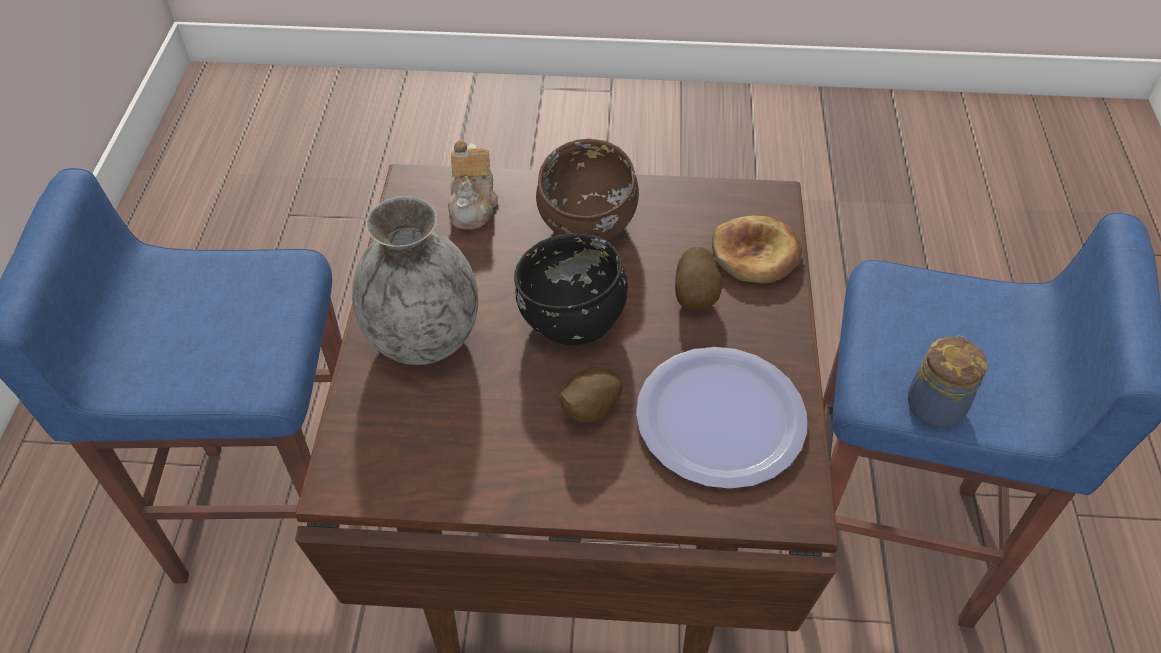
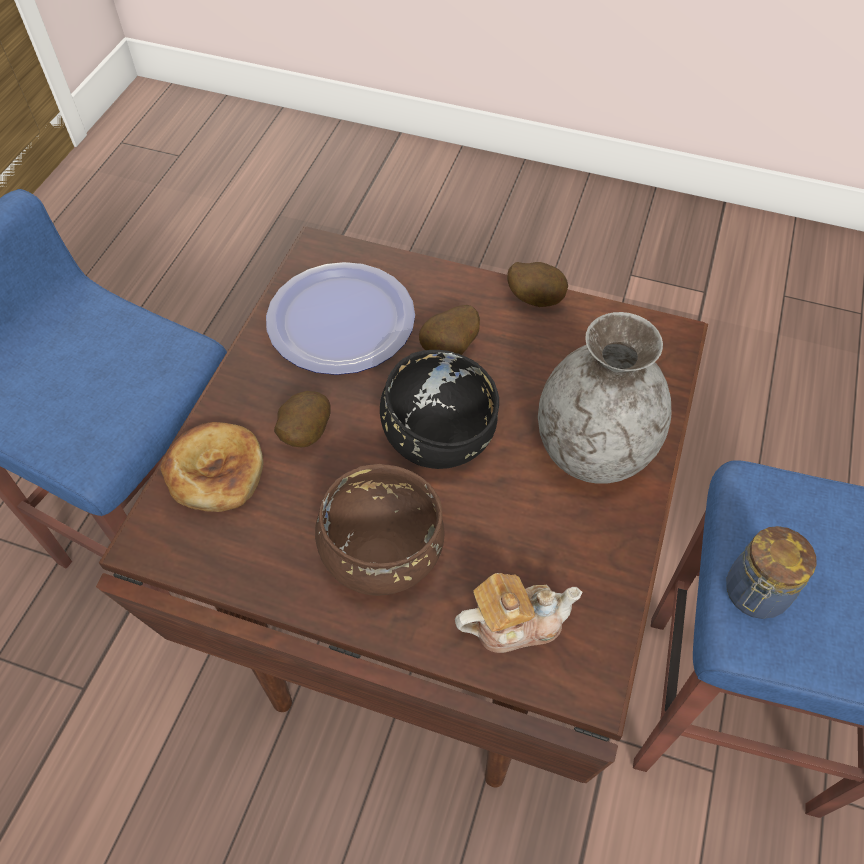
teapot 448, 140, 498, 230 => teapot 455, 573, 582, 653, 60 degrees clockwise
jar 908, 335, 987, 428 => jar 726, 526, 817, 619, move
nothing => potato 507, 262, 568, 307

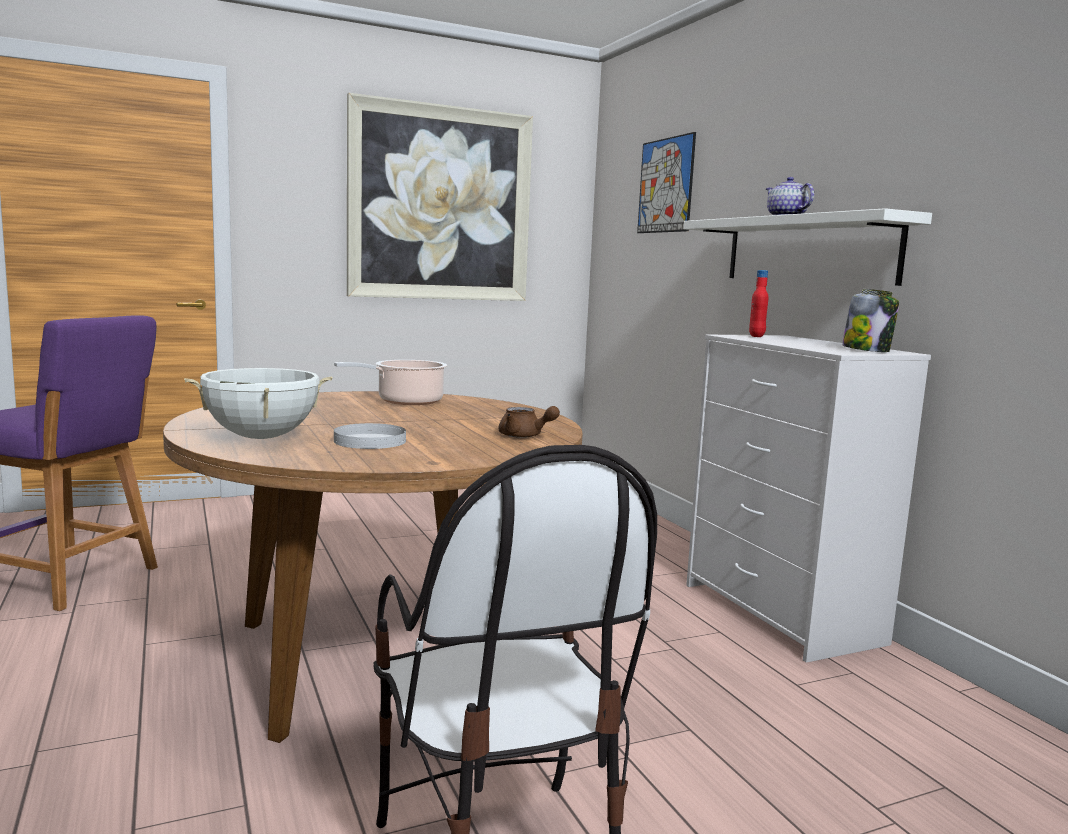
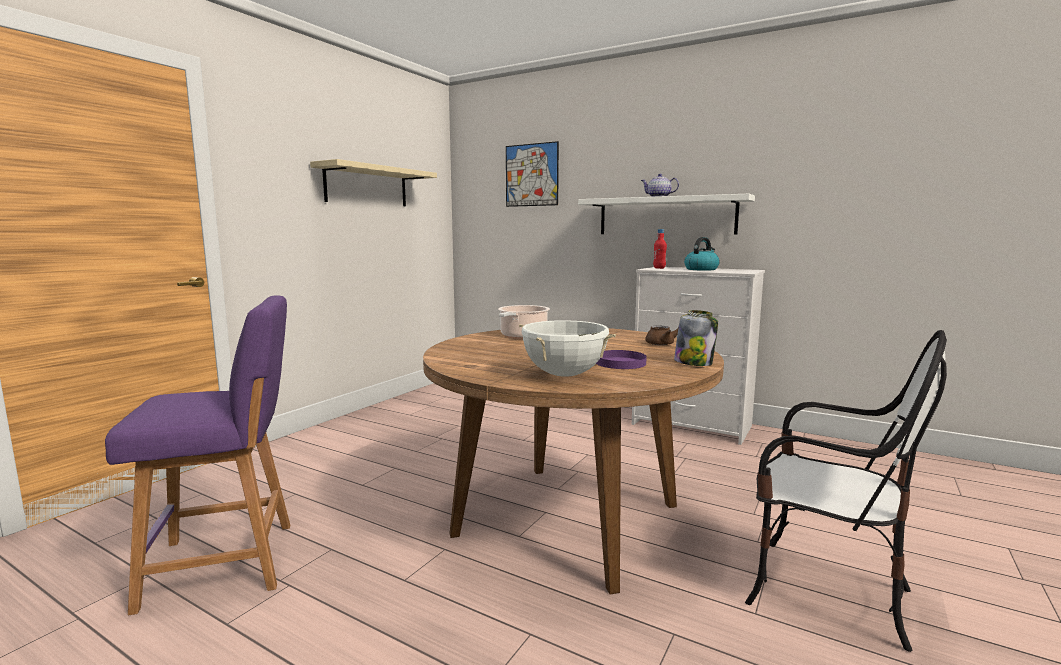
picture 347, 93, 533, 301 => beige shelf 310, 159, 437, 206
jar 842, 289, 899, 352 => jar 674, 310, 718, 366, move
white plate 334, 423, 406, 449 => purple plate 596, 350, 647, 369
nothing => kettle 684, 237, 720, 271

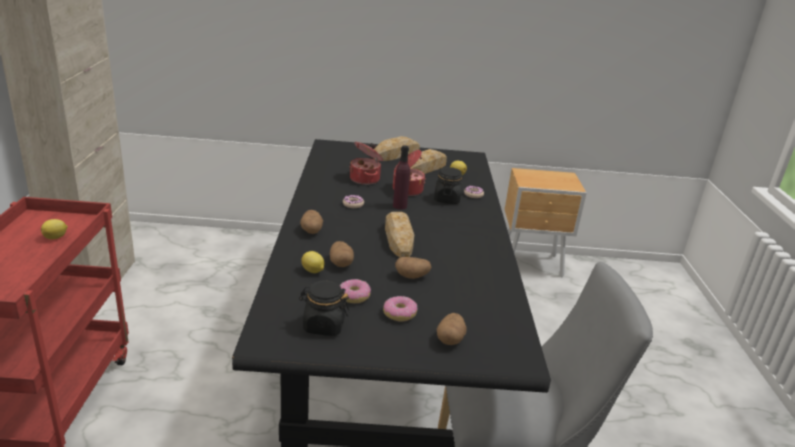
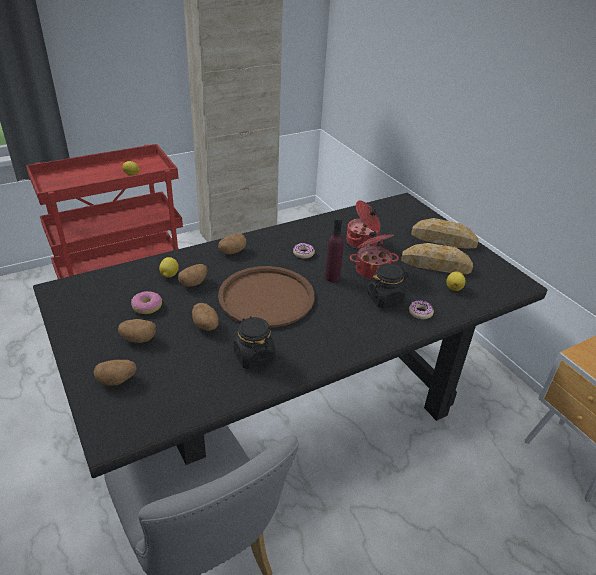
bread 385, 212, 414, 258 => brown tray 218, 266, 315, 328
black jar 299, 280, 350, 336 => black jar 234, 316, 275, 370, move
donut 383, 296, 417, 321 => potato 118, 319, 156, 343

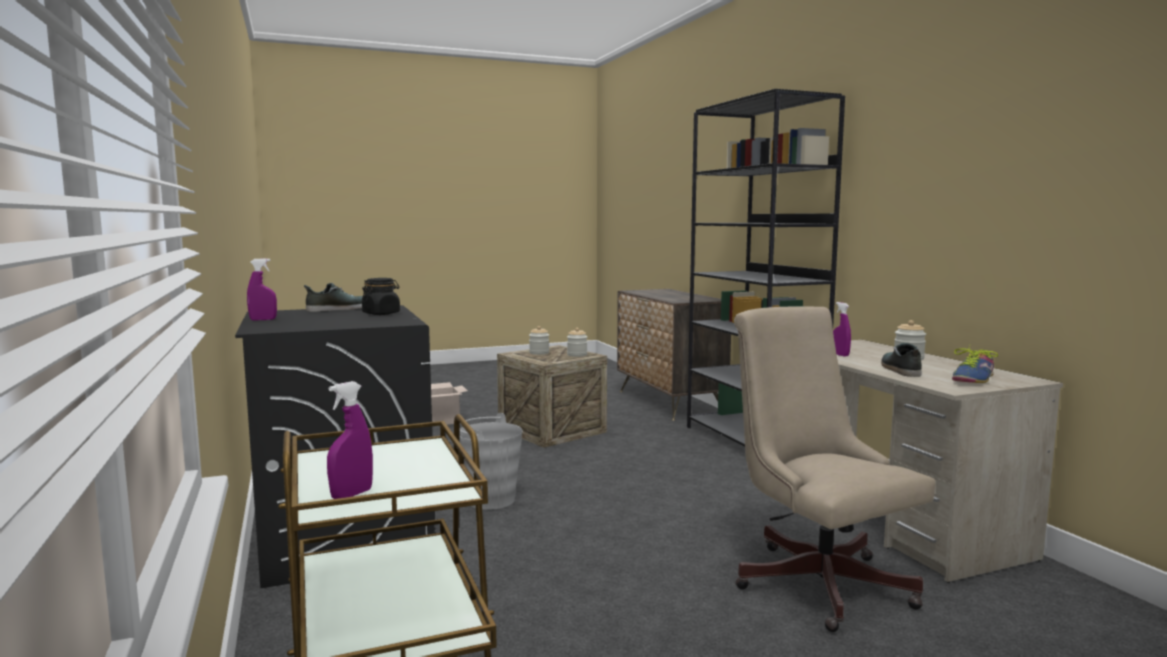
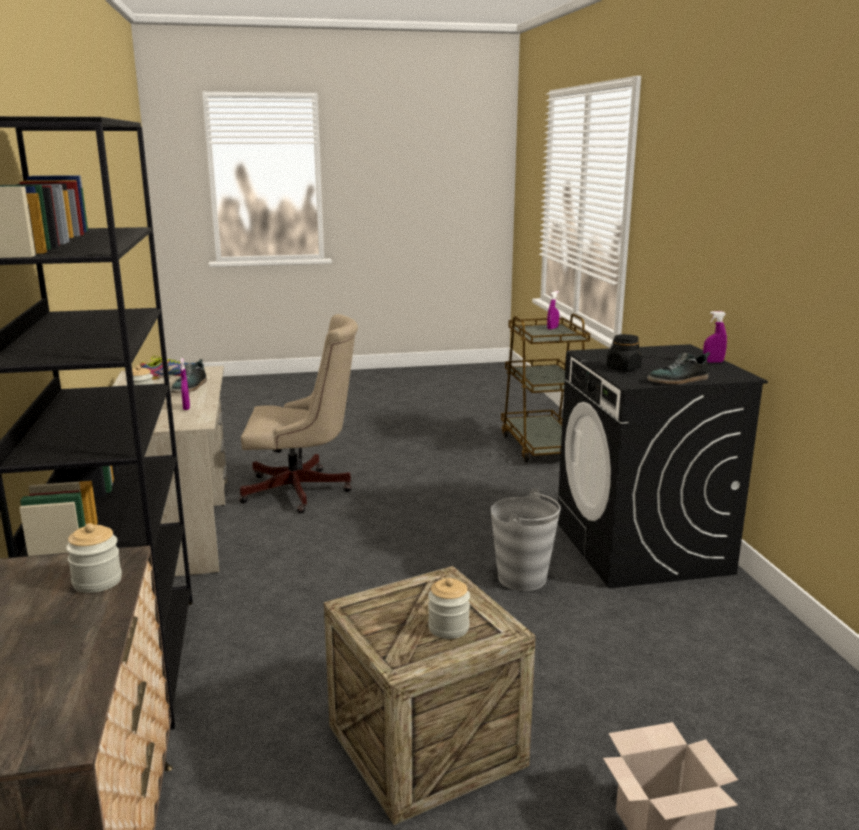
beige office chair 734, 306, 936, 632 => beige office chair 239, 314, 358, 513, 75 degrees counterclockwise
jar 567, 328, 587, 357 => jar 66, 523, 122, 593, move

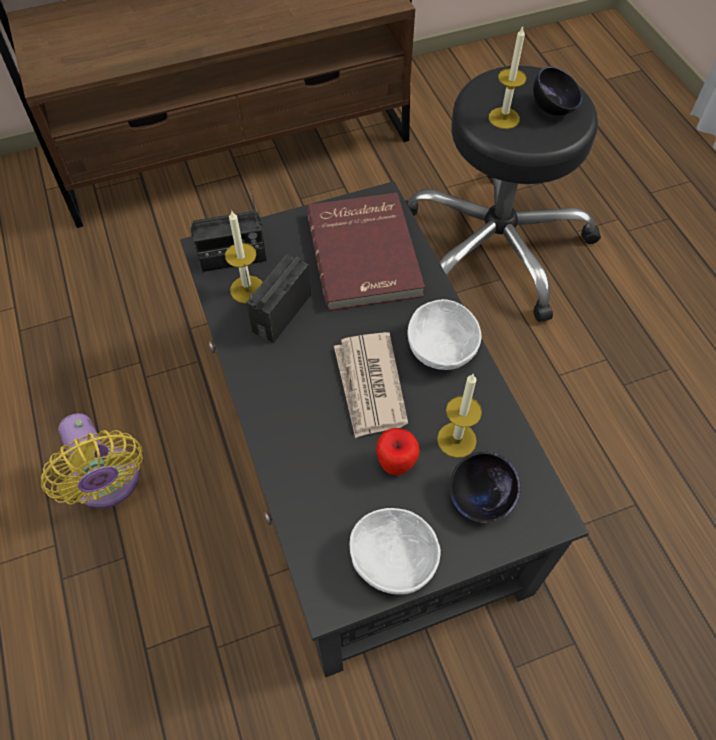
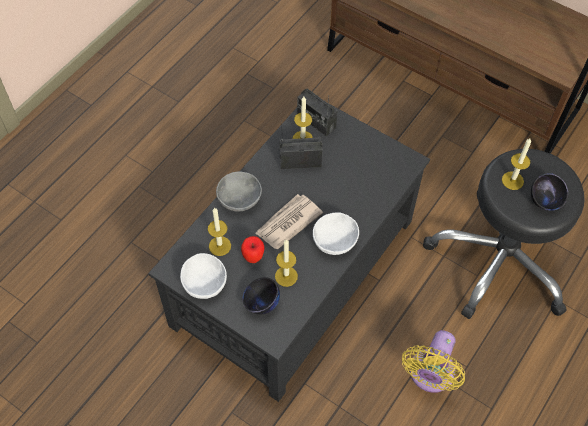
red book 306, 193, 425, 311 => nothing
yellow fan 41, 413, 143, 508 => yellow fan 402, 330, 465, 393, move
nothing => grey bowl 216, 171, 262, 212
nothing => candle 208, 207, 231, 256

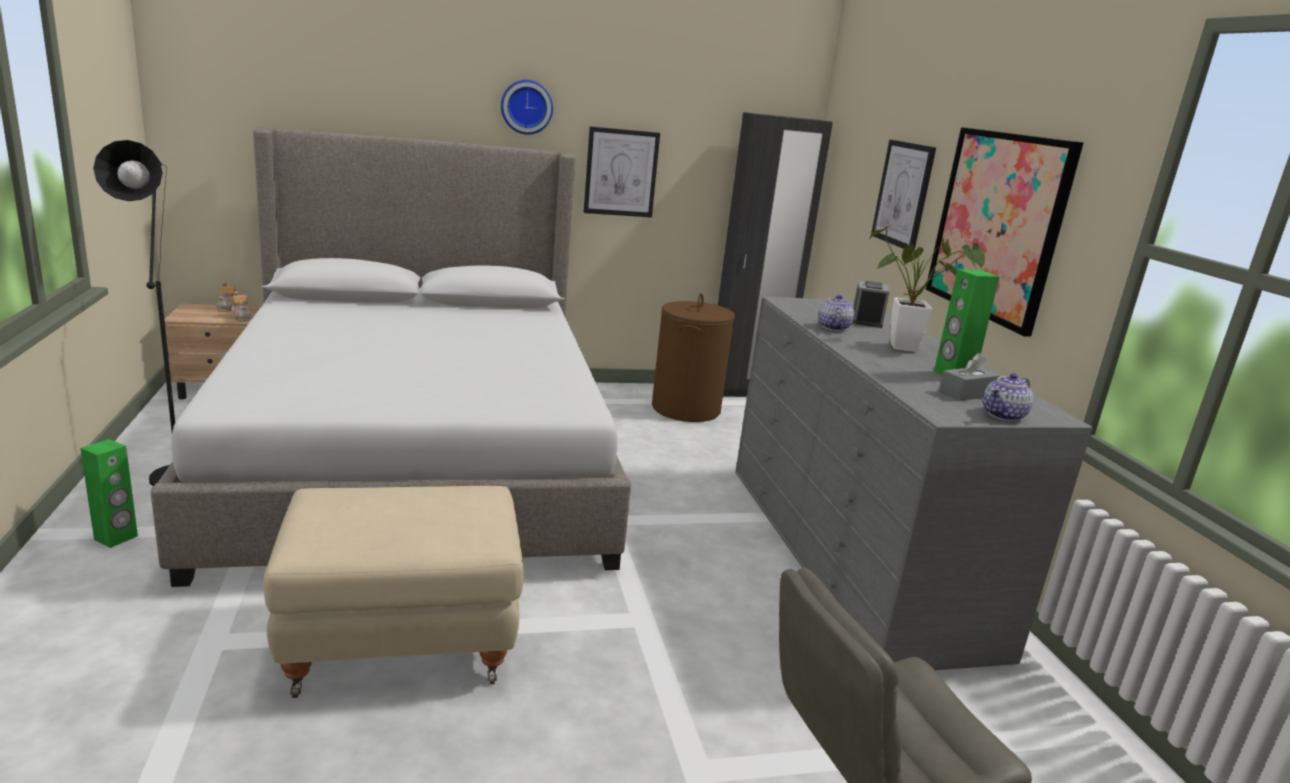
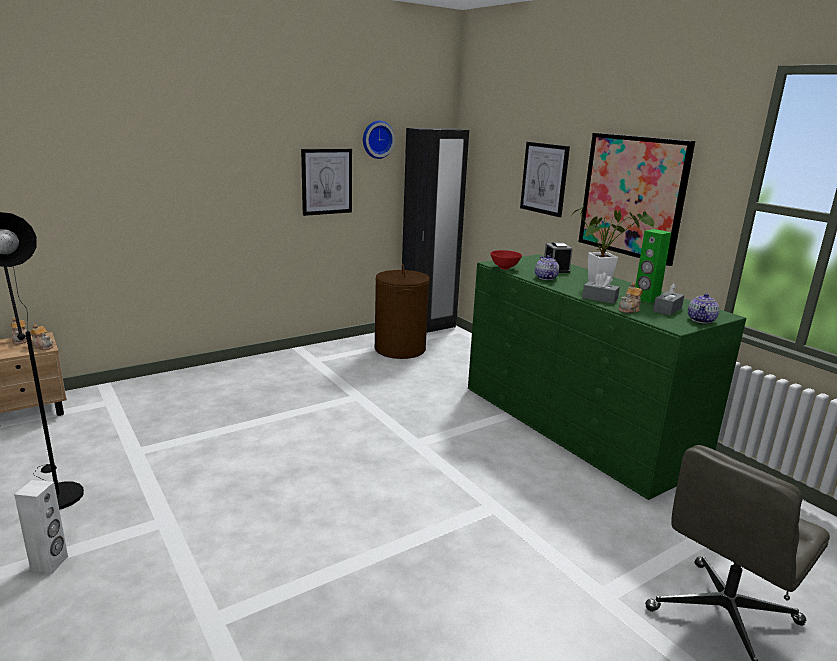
wall clock 501, 80, 553, 135 => wall clock 363, 121, 395, 159, move
bed 151, 127, 631, 587 => nothing
grey dresser 736, 297, 1093, 670 => green dresser 468, 254, 746, 500
green speaker 80, 439, 138, 548 => white speaker 14, 480, 68, 574
beige ottoman 263, 486, 524, 698 => nothing
nothing => red bowl 490, 250, 522, 270
nothing => grey tissue box 582, 272, 620, 304
nothing => teapot 619, 283, 643, 313

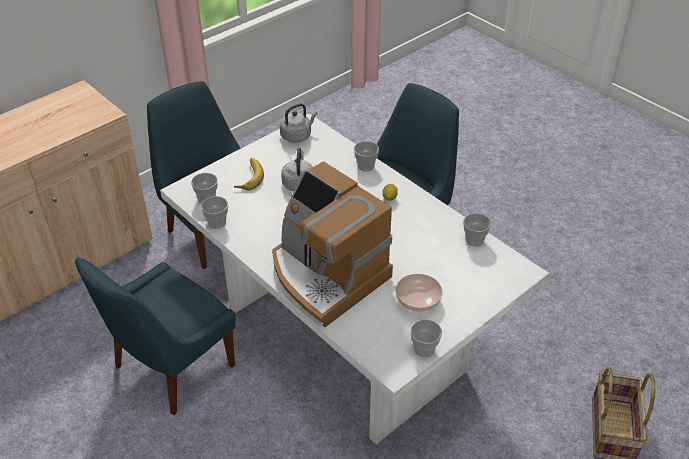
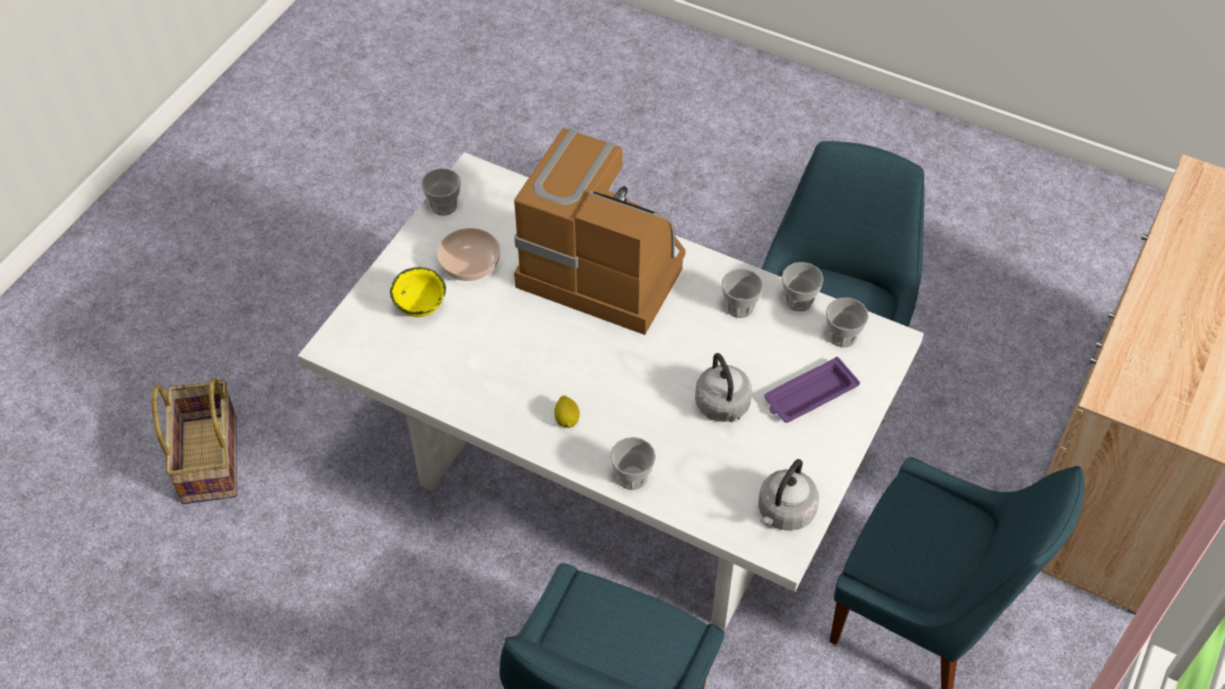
banana 234, 158, 264, 191 => purple tray 764, 357, 860, 423
cup 463, 213, 491, 247 => cup 722, 269, 763, 318, move
nothing => yellow bowl 390, 267, 446, 317

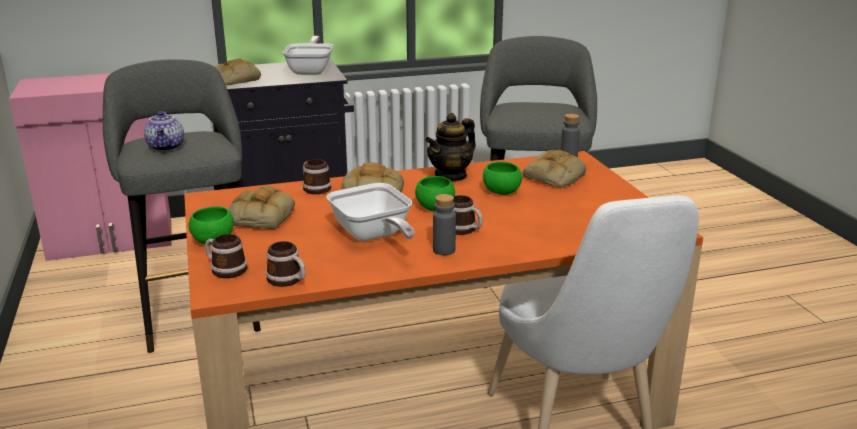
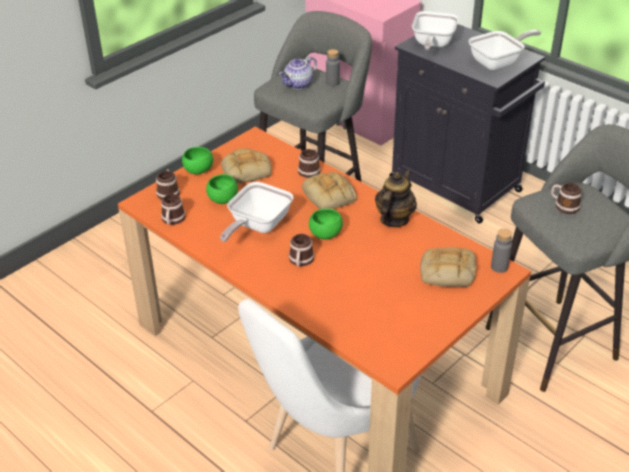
bread 215, 58, 261, 85 => frying pan 412, 11, 459, 50
teapot 425, 113, 476, 182 => teapot 375, 170, 417, 227, 105 degrees clockwise
green bowl 483, 162, 522, 195 => green bowl 206, 174, 238, 204, move
grey bottle 433, 194, 456, 255 => grey bottle 326, 49, 340, 86, move
nothing => mug 551, 183, 582, 214

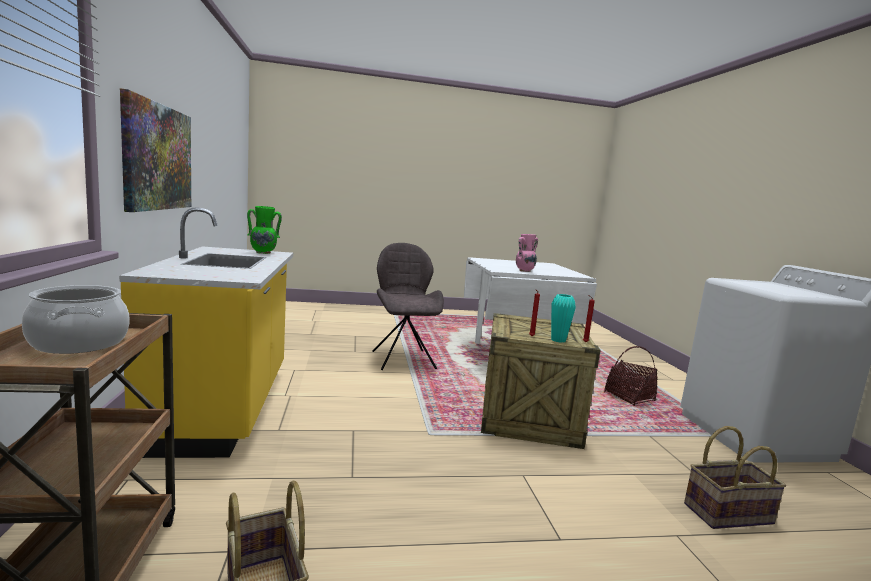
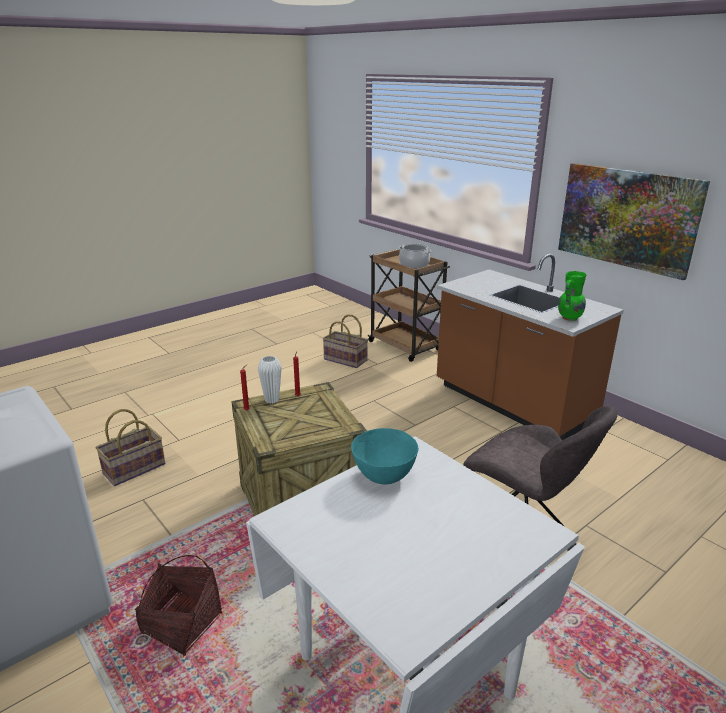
yellow counter 119, 207, 293, 458 => brown counter 437, 254, 624, 440
pink vase 516, 234, 538, 272 => turquoise bowl 351, 428, 419, 484
turquoise vase 551, 294, 576, 343 => white vase 258, 356, 282, 403

